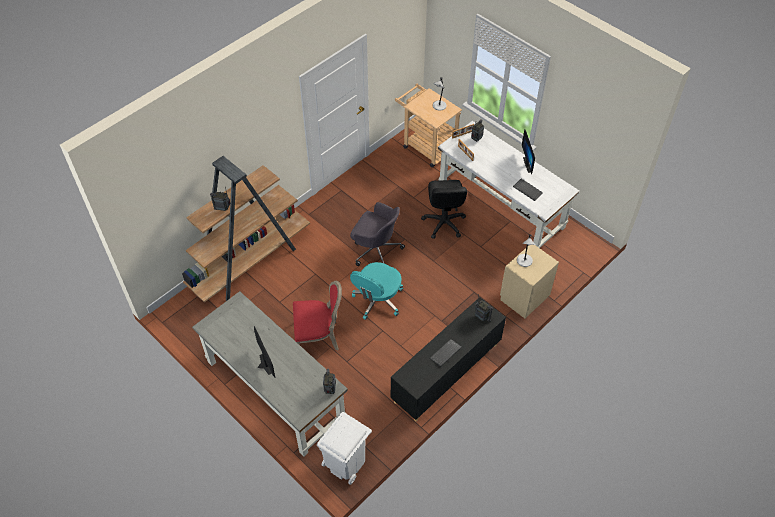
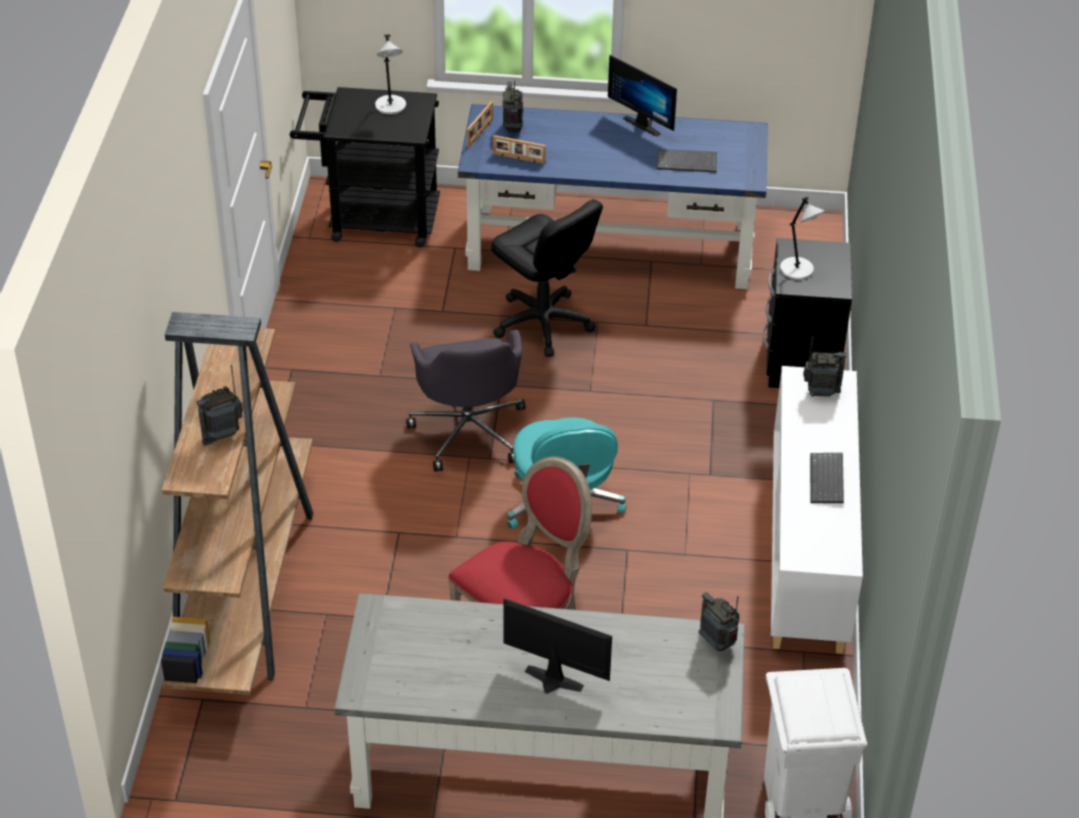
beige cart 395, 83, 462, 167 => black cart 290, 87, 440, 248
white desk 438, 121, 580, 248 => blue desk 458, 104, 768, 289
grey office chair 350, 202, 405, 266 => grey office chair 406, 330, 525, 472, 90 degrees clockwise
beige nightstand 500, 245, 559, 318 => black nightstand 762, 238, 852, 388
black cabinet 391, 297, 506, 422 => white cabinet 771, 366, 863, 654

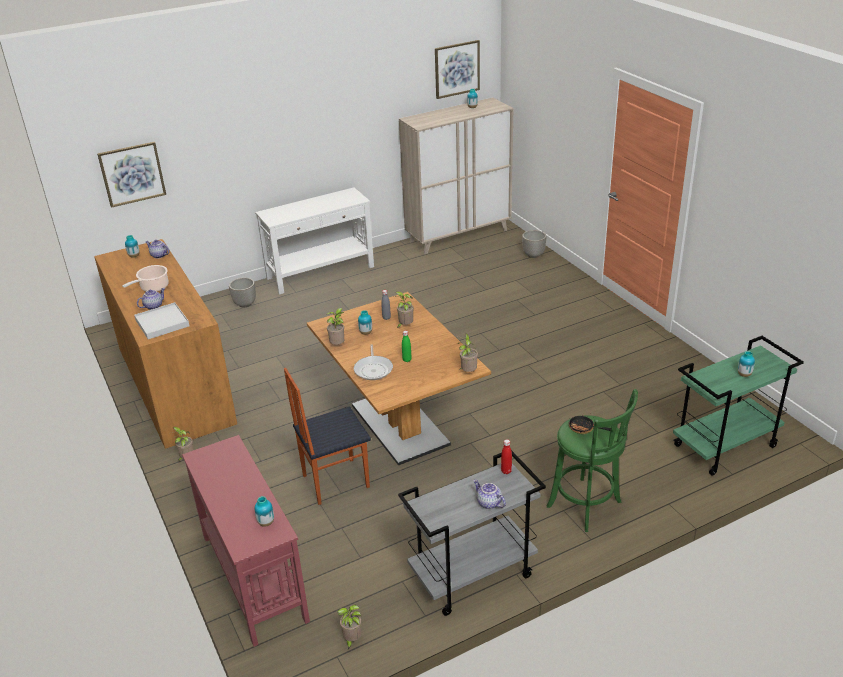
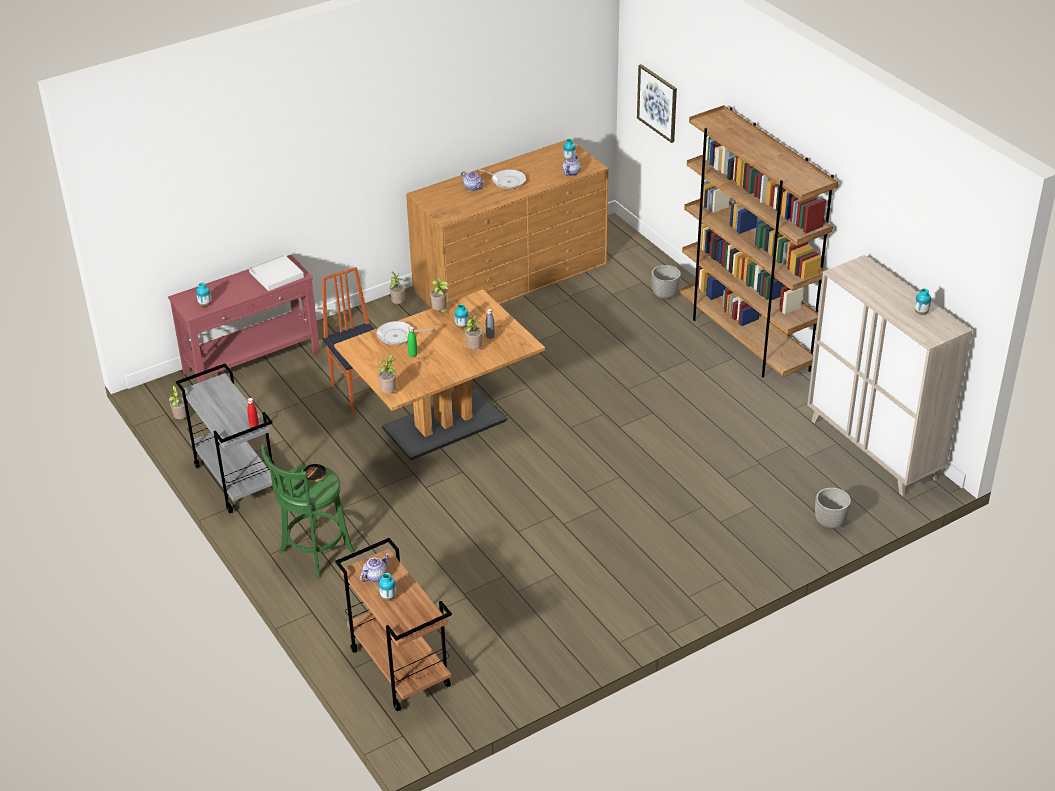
picture 435, 40, 480, 99 => nothing
white console table 255, 187, 374, 295 => brown bookcase 680, 105, 838, 378
cooking pot 122, 265, 169, 292 => frying pan 479, 169, 526, 189
white tray 134, 302, 190, 339 => white tray 249, 254, 304, 291, move
green cart 673, 336, 804, 476 => brown cart 335, 538, 452, 711
teapot 473, 480, 506, 509 => teapot 360, 553, 389, 582, move

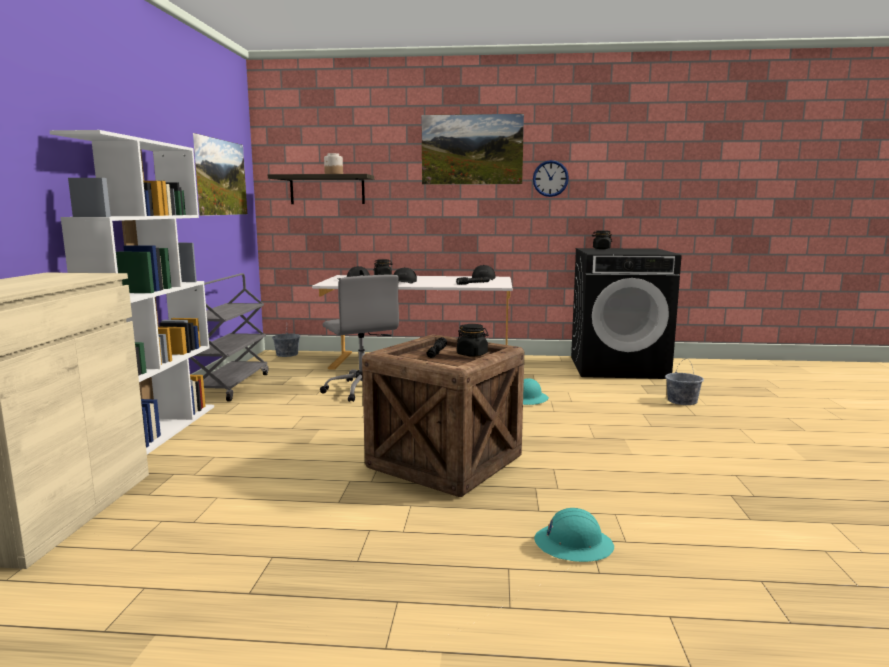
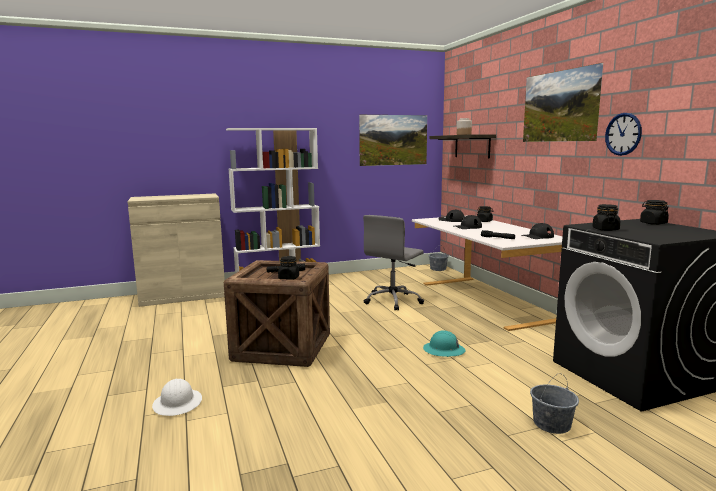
grey cart 190, 273, 268, 401 => nothing
turquoise hard hat 534, 508, 614, 562 => white hard hat 152, 379, 202, 416
nothing => black jar 593, 204, 620, 231

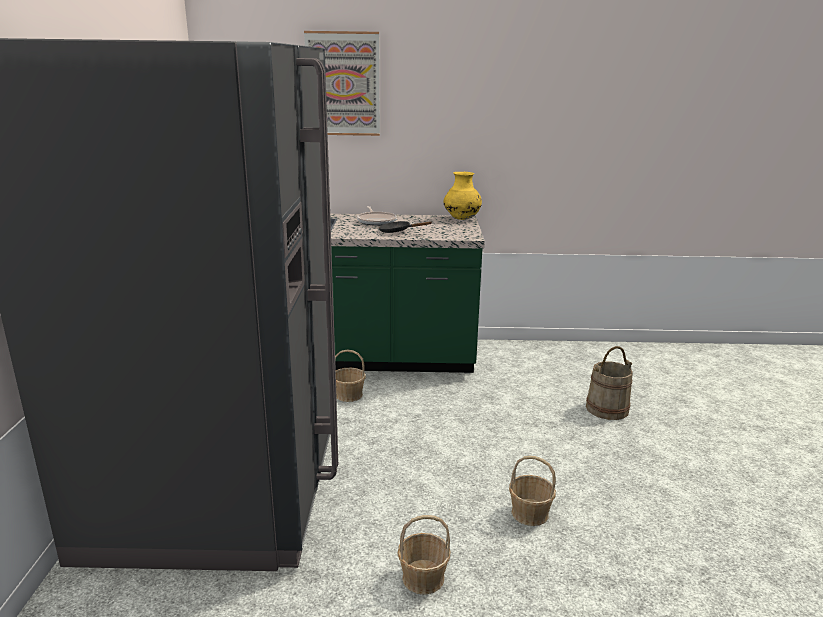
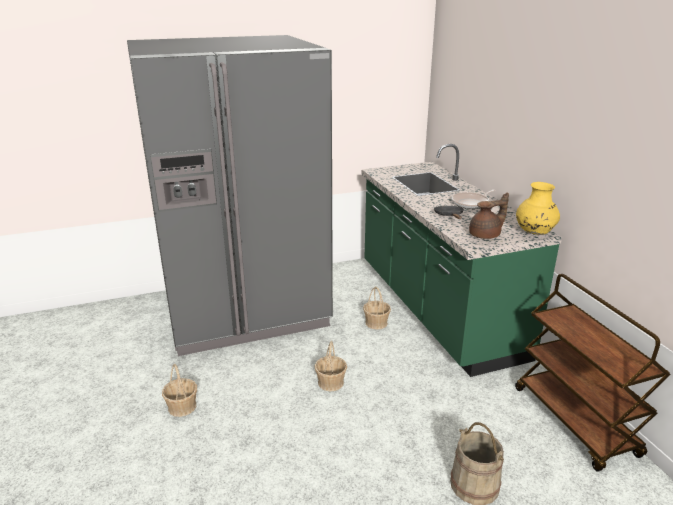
picture 304, 31, 380, 136 => nothing
basket 509, 456, 556, 526 => basket 315, 341, 347, 391, move
nothing => brown teapot 469, 192, 509, 239
nothing => brown cart 515, 274, 671, 472

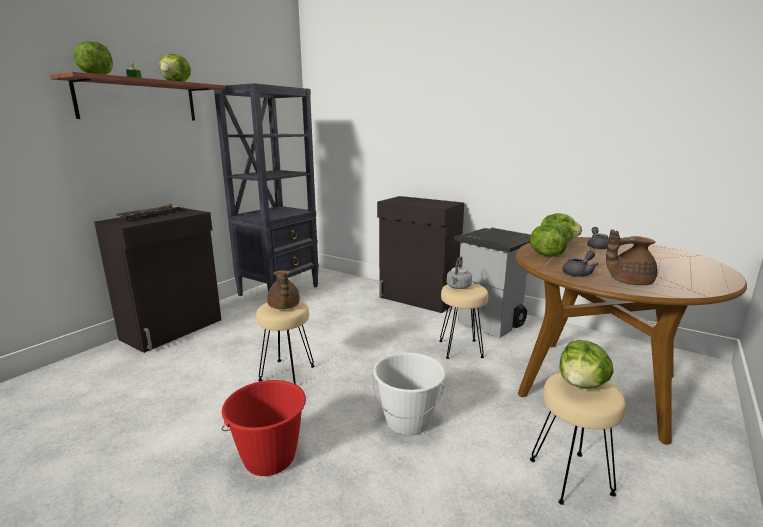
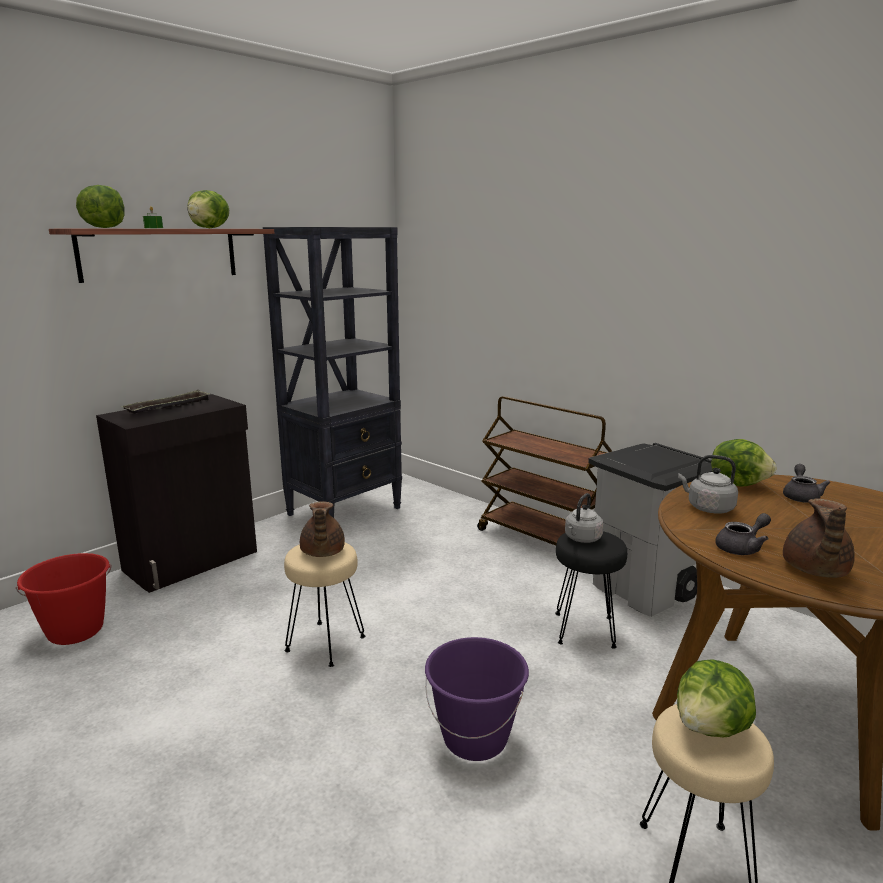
black cabinet 377, 196, 464, 313 => brown cart 477, 396, 612, 545
lettuce 530, 223, 568, 257 => grey kettle 678, 455, 738, 513
brown teapot 606, 229, 658, 285 => brown teapot 783, 498, 855, 578, 75 degrees counterclockwise
beige stool 439, 283, 488, 359 => black stool 555, 531, 627, 648
white bucket 372, 353, 446, 435 => purple bucket 425, 637, 529, 761
red bucket 222, 380, 306, 476 => red bucket 16, 553, 111, 645, move

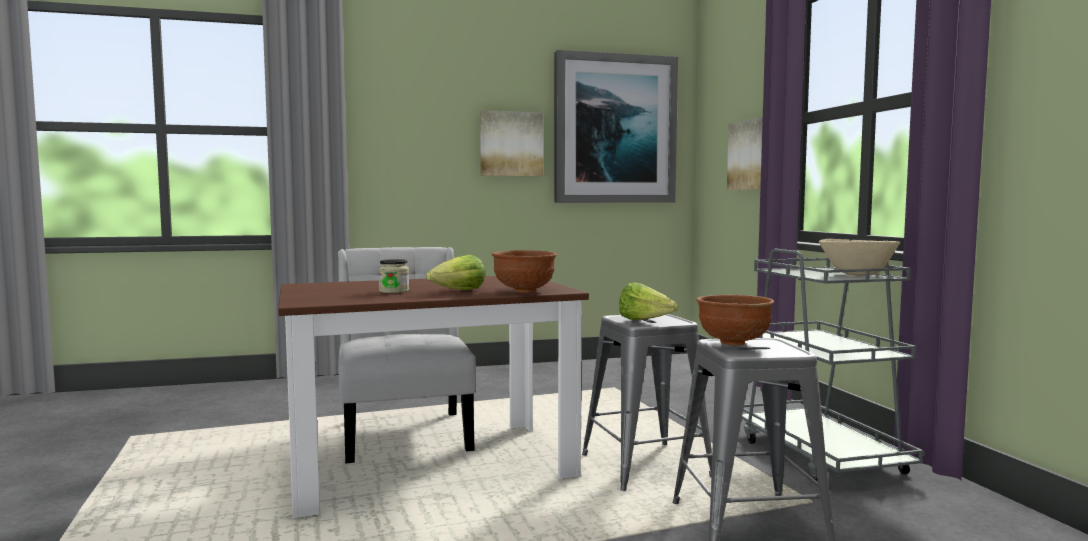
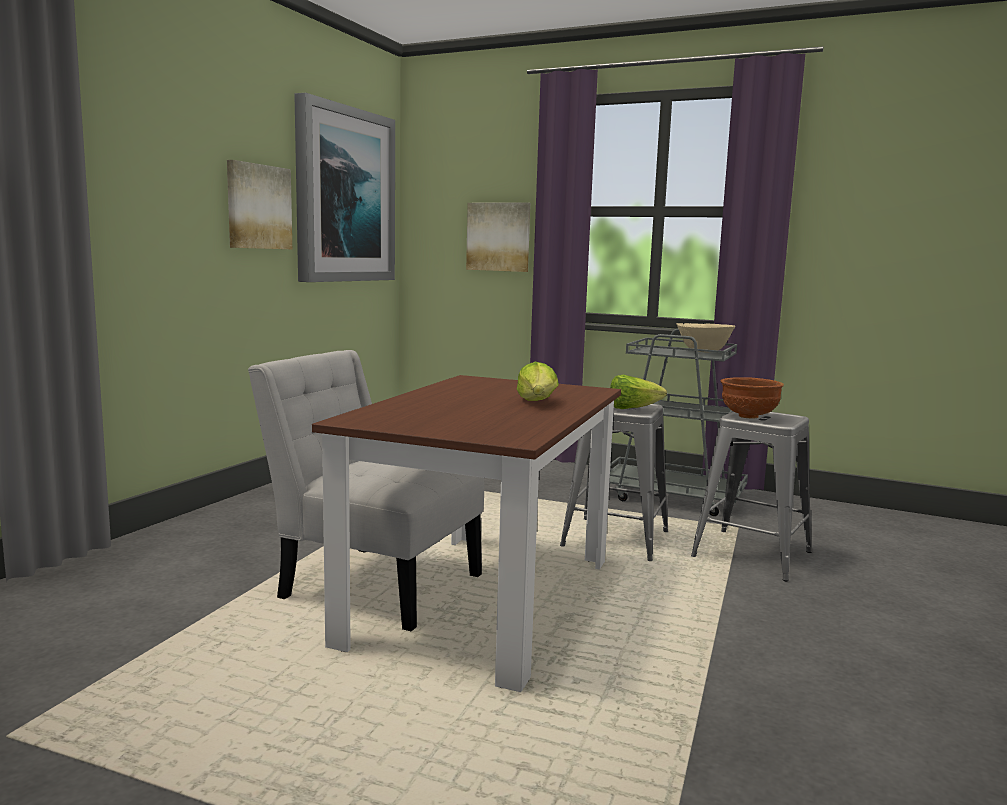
brown bowl 492, 250, 557, 293 => nothing
jar 379, 259, 409, 293 => nothing

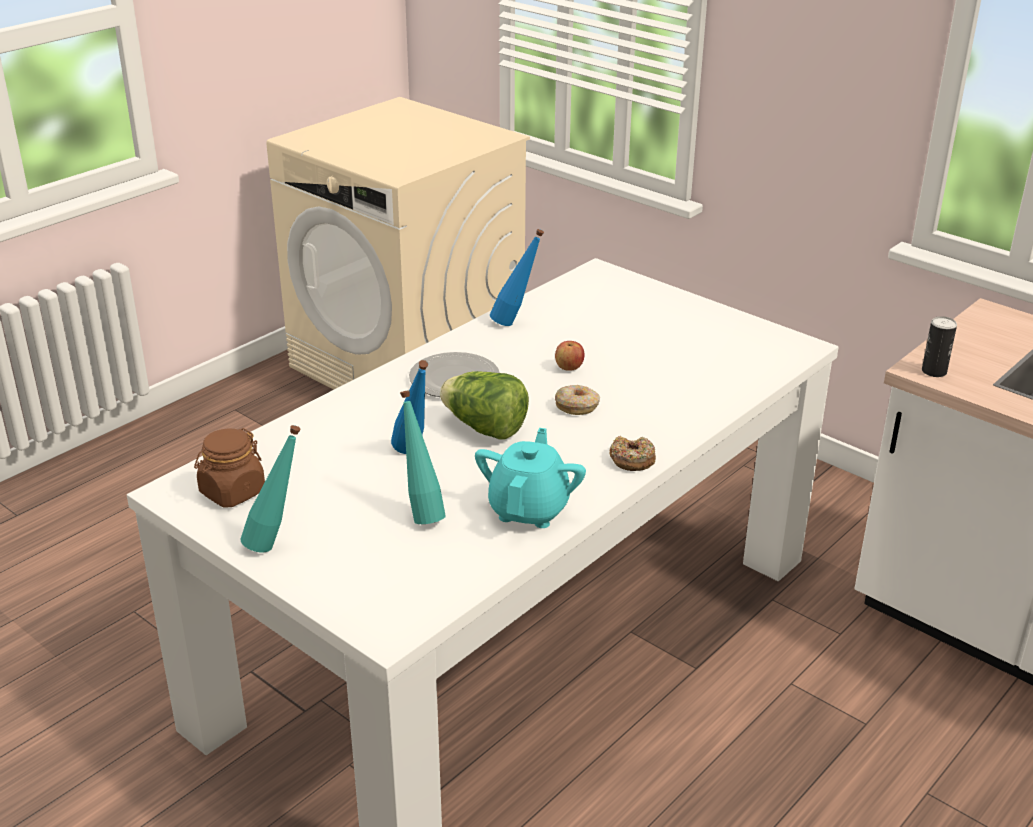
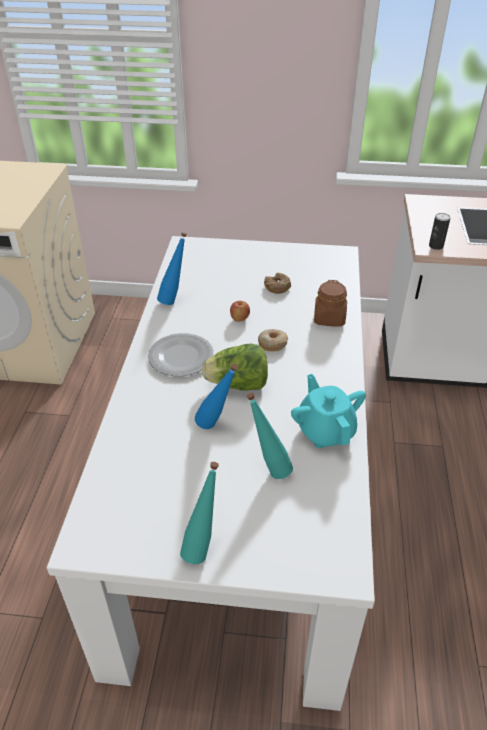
brown jar 194, 428, 265, 508 => brown jar 314, 280, 347, 327, move
donut 609, 436, 656, 471 => donut 264, 273, 291, 294, move

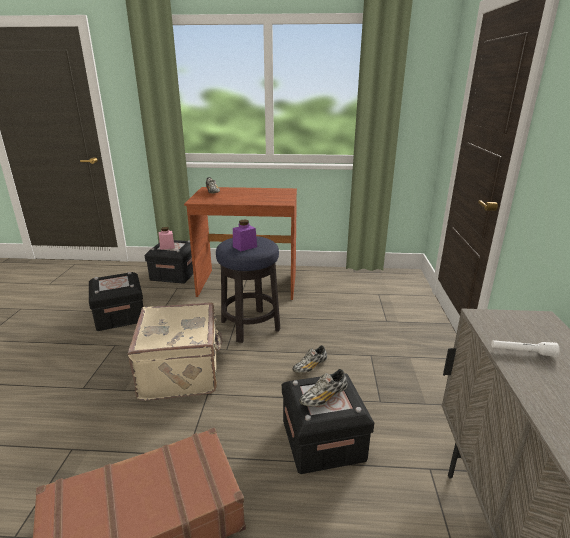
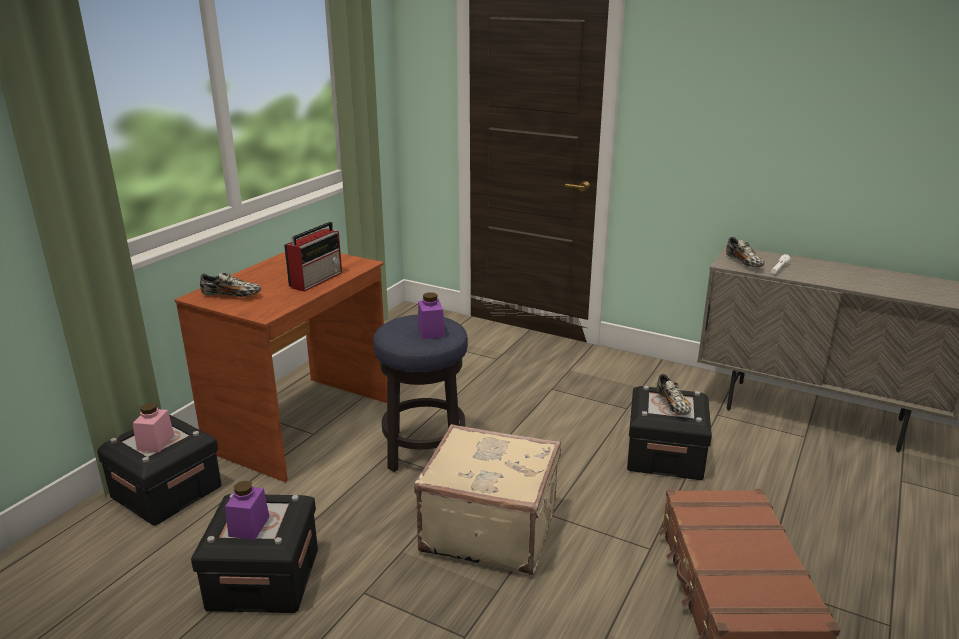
shoe 292, 345, 327, 373 => shoe 726, 237, 765, 267, move
nothing => radio 284, 222, 342, 292
nothing => purple jar 225, 481, 270, 540

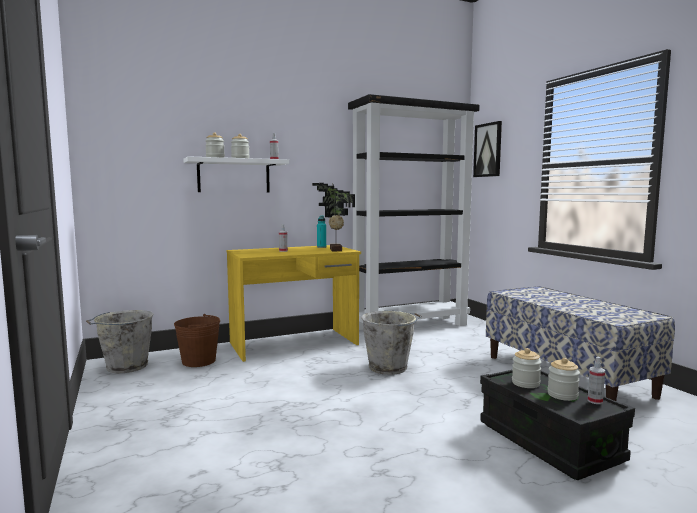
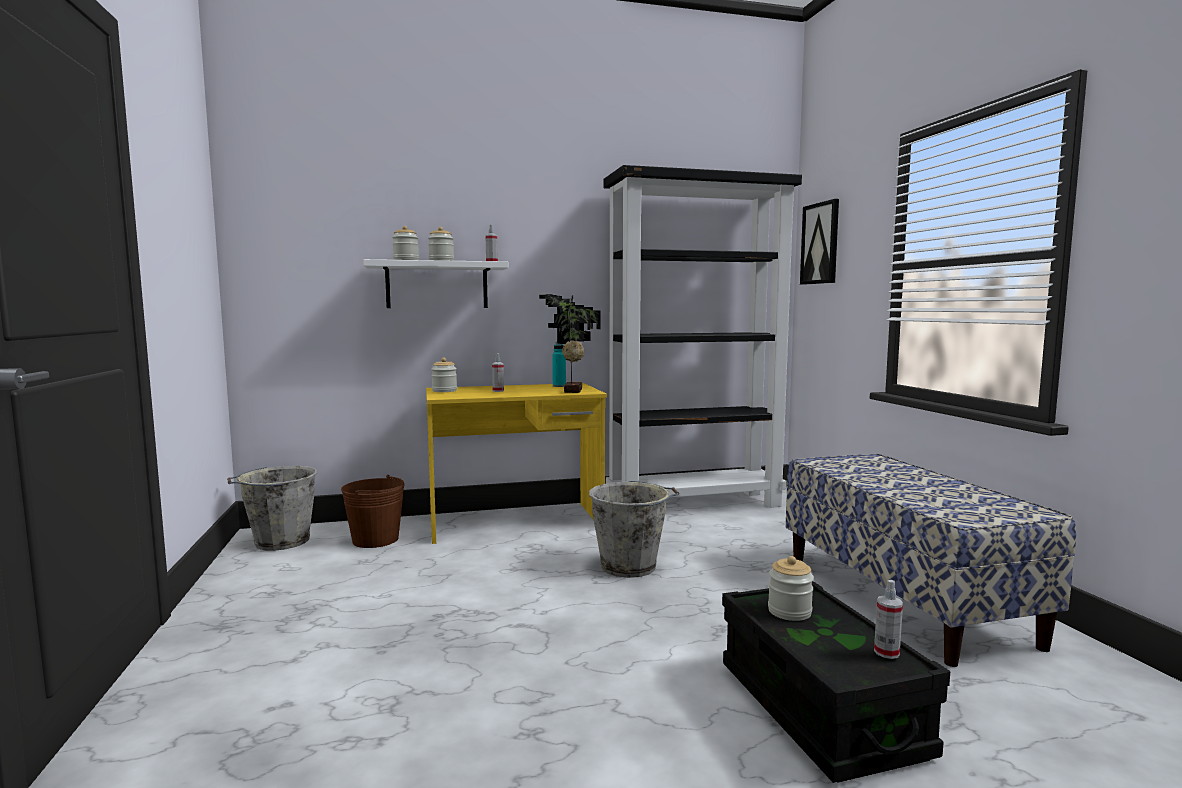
jar 547, 358, 580, 401 => jar 431, 358, 457, 392, move

